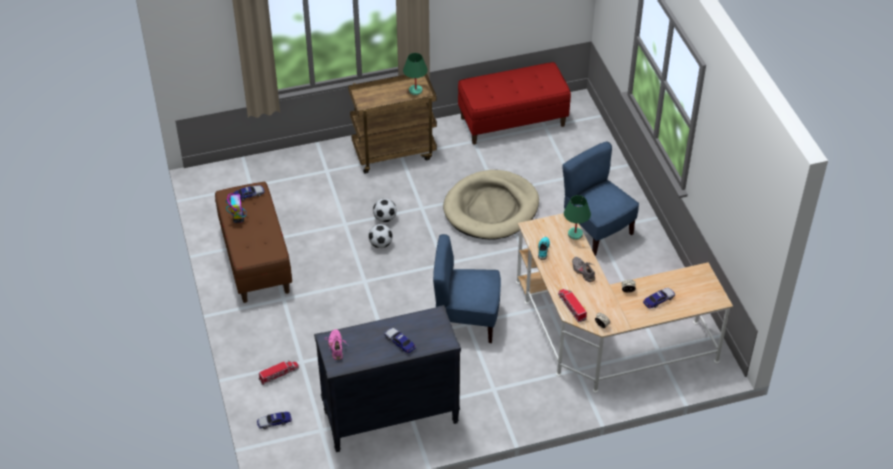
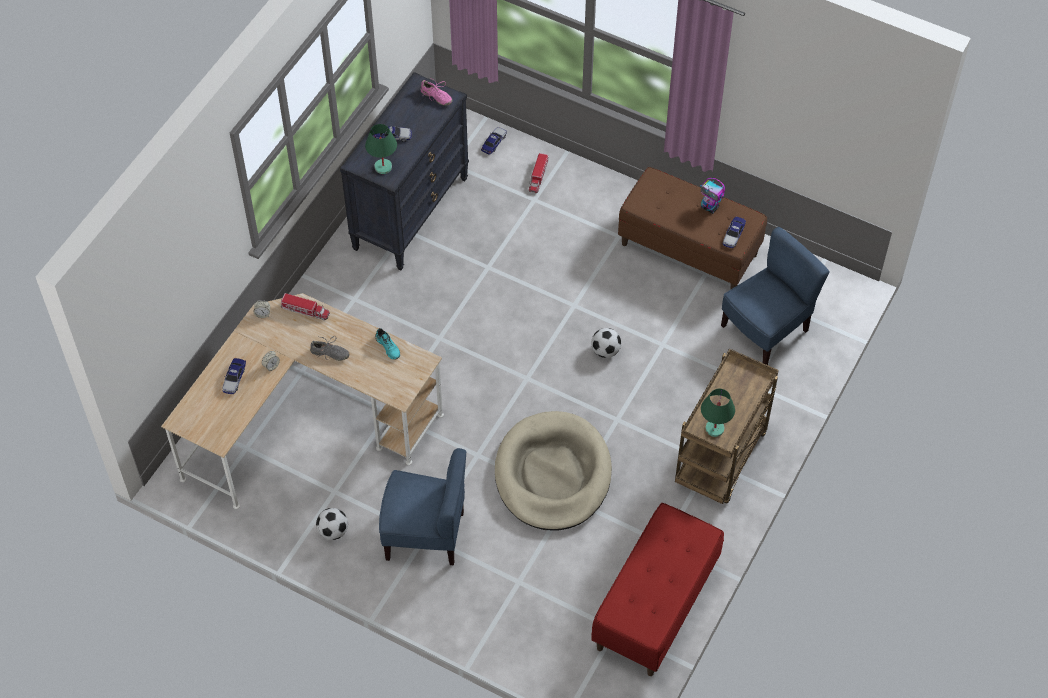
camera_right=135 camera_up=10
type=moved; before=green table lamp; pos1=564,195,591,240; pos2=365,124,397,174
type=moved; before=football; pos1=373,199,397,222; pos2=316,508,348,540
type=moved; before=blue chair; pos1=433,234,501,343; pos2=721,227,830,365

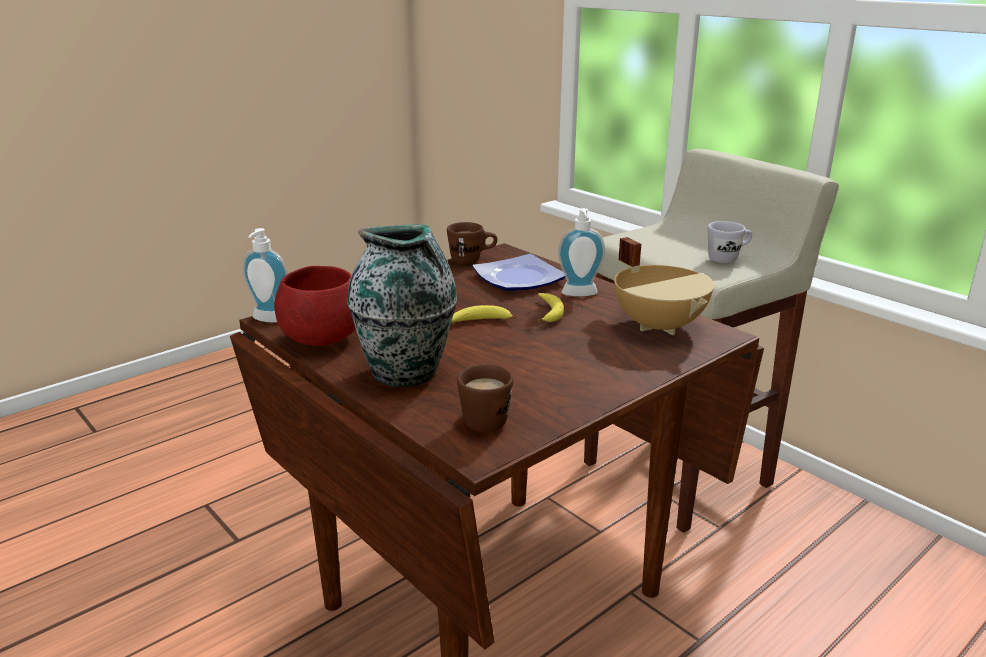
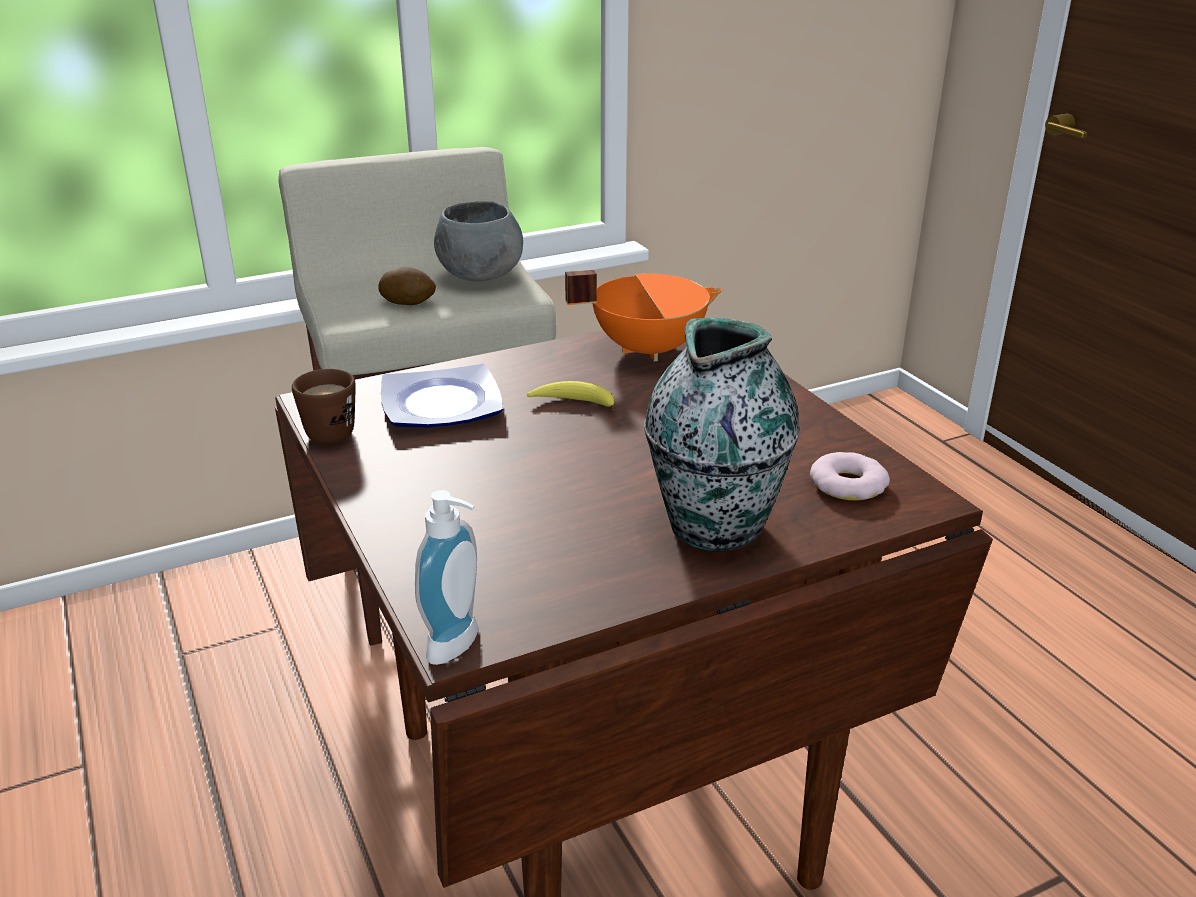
camera_right=-75 camera_up=5
type=removed; before=soap dispenser; pos1=558,208,605,297
type=replaced; before=white mug; after=grey bowl; pos1=708,221,752,263; pos2=434,201,523,281
type=recoloured; before=beige cooking pot; after=orange cooking pot; pos1=614,237,714,335; pos2=565,270,722,361
type=removed; before=red bowl; pos1=274,266,355,346
type=removed; before=banana; pos1=451,305,516,323
type=replaced; before=brown mug; after=donut; pos1=457,364,513,432; pos2=810,452,890,500
type=added; after=potato; pos2=378,267,436,305

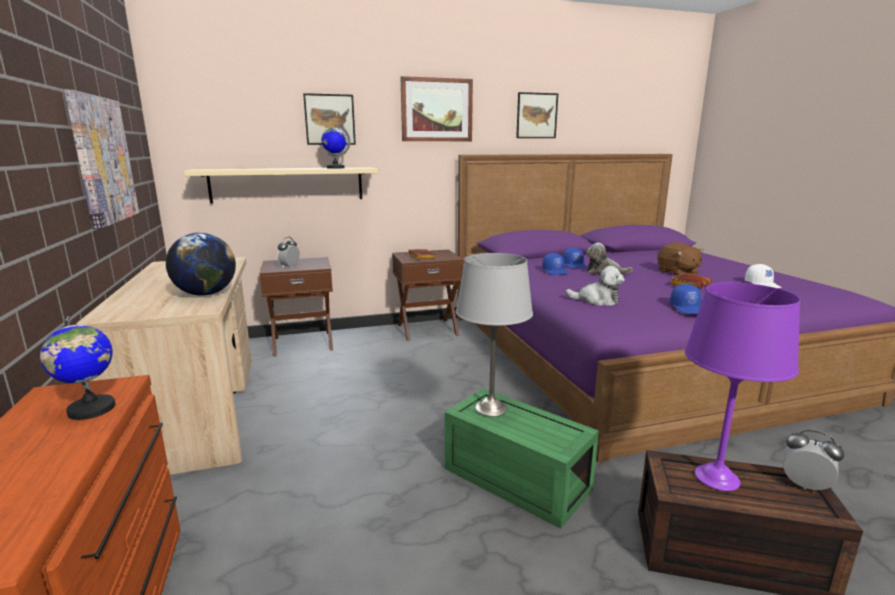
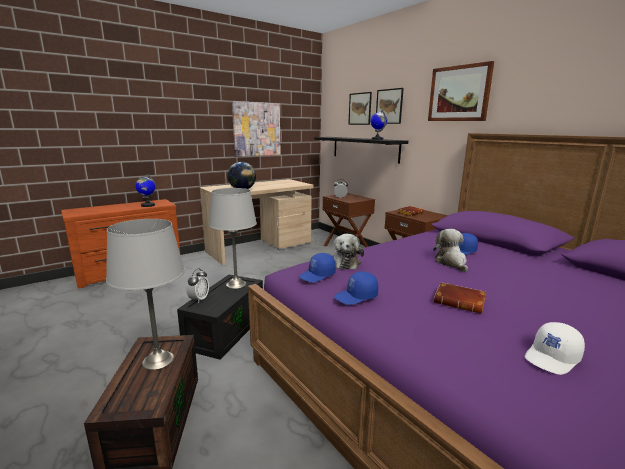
camera_right=70 camera_up=0
type=moved; before=picture; pos1=516,92,558,138; pos2=348,92,372,125
type=recoloured; before=beige shelf; after=black shelf; pos1=184,167,378,204; pos2=314,137,408,164
type=removed; before=brown plush toy; pos1=657,242,703,276
type=moved; before=blue cap; pos1=542,253,569,275; pos2=299,253,336,282
type=recoloured; before=purple table lamp; after=grey table lamp; pos1=685,282,800,491; pos2=106,219,185,370
type=recoloured; before=green storage box; after=black storage box; pos1=445,388,599,529; pos2=177,275,263,360
type=moved; before=alarm clock; pos1=783,430,844,490; pos2=186,268,209,303

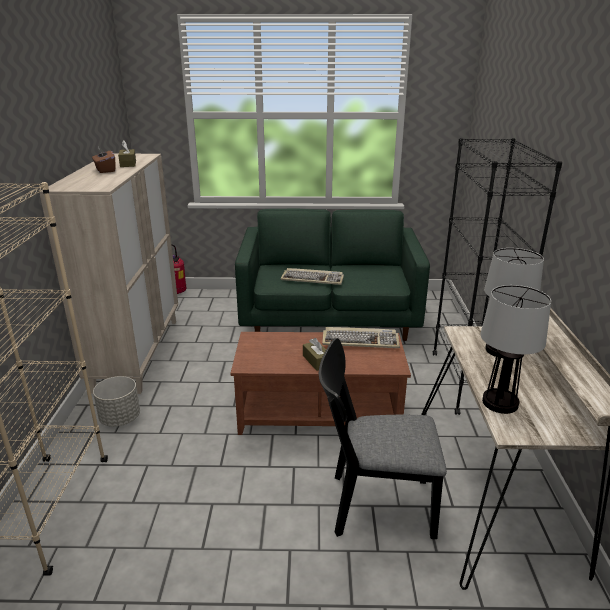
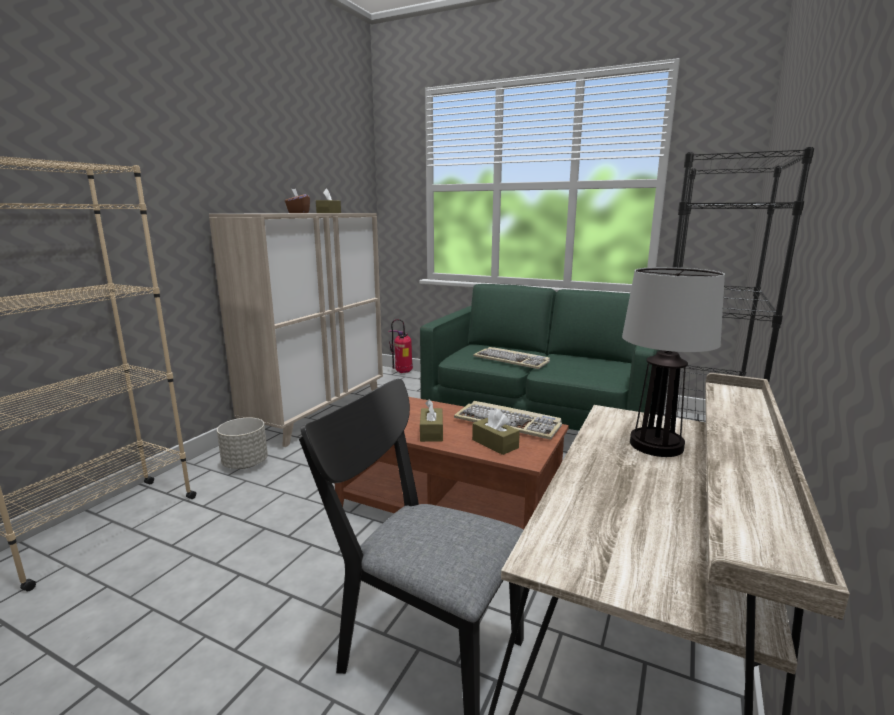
camera_right=25 camera_up=-10
type=removed; before=table lamp; pos1=480,285,551,414
type=added; after=brown tissue box; pos2=472,409,520,455

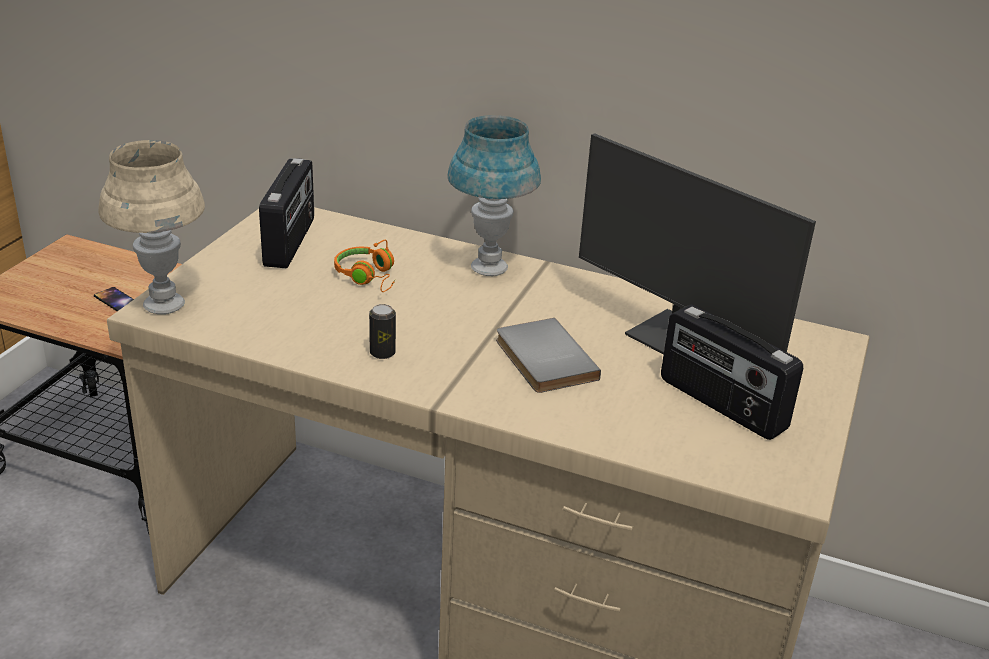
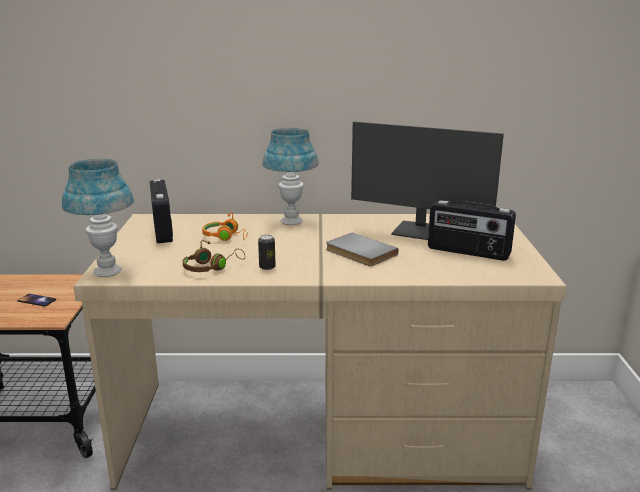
camera_right=-20 camera_up=-10
type=recoloured; before=beige table lamp; after=blue table lamp; pos1=98,140,205,314; pos2=62,159,134,277
type=added; after=brown headphones; pos2=183,240,245,272

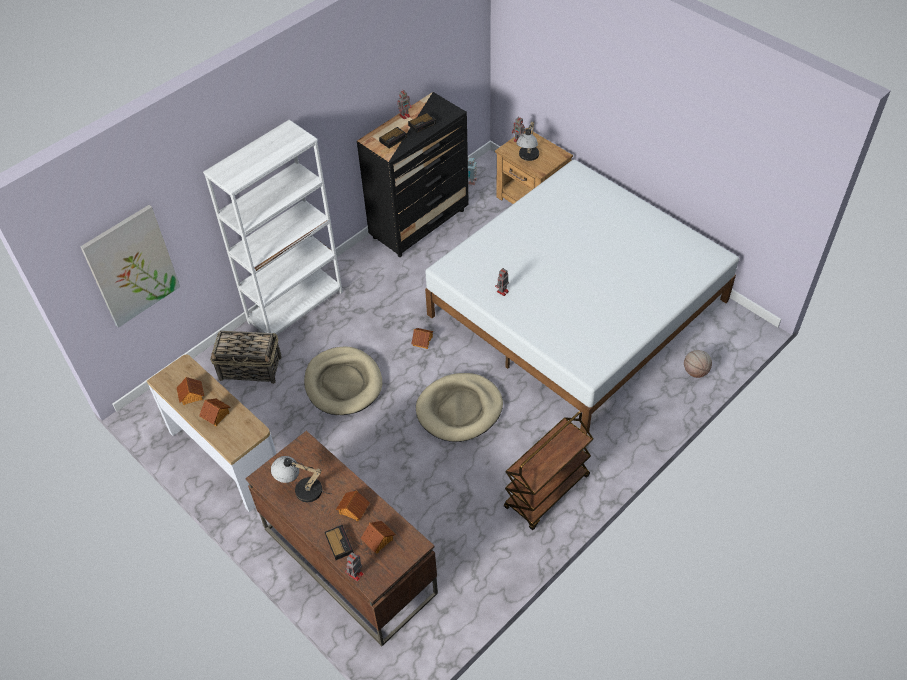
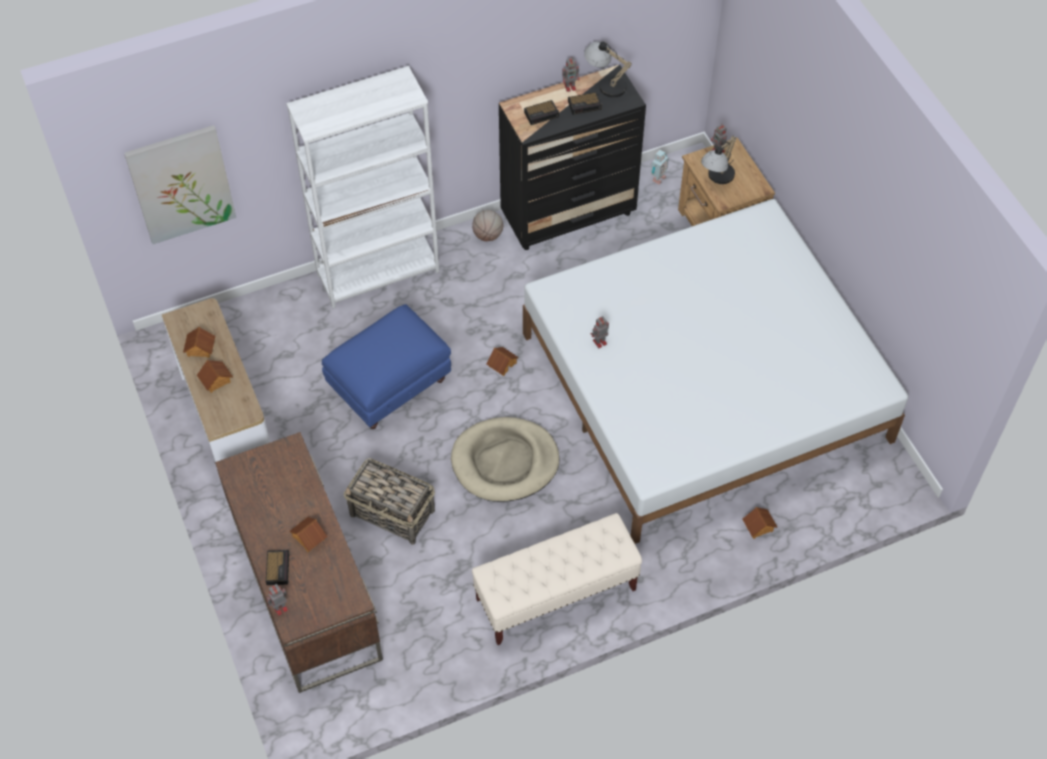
camera_right=20 camera_up=5
type=moved; before=basket; pos1=210,330,282,384; pos2=344,458,435,545
type=replaced; before=beige dog bed; after=blue ottoman; pos1=304,347,382,415; pos2=322,304,451,429
type=moved; before=basketball; pos1=684,350,712,378; pos2=472,210,503,241
type=replaced; before=brown cart; after=beige bench; pos1=504,411,593,530; pos2=472,513,642,645
type=moved; before=table lamp; pos1=271,456,331,502; pos2=584,42,634,98
type=moved; before=toy house; pos1=361,521,396,554; pos2=742,507,777,539

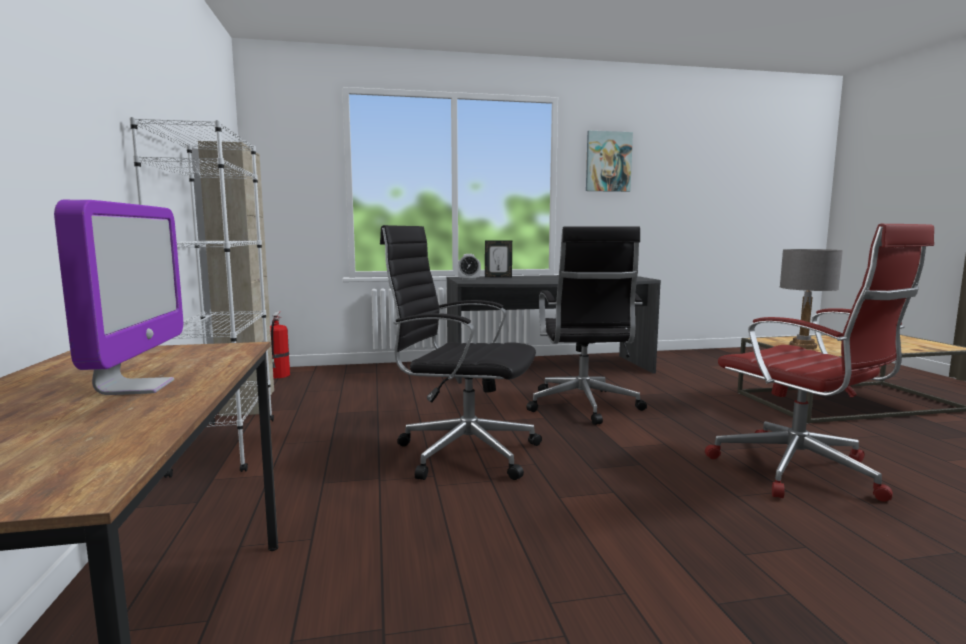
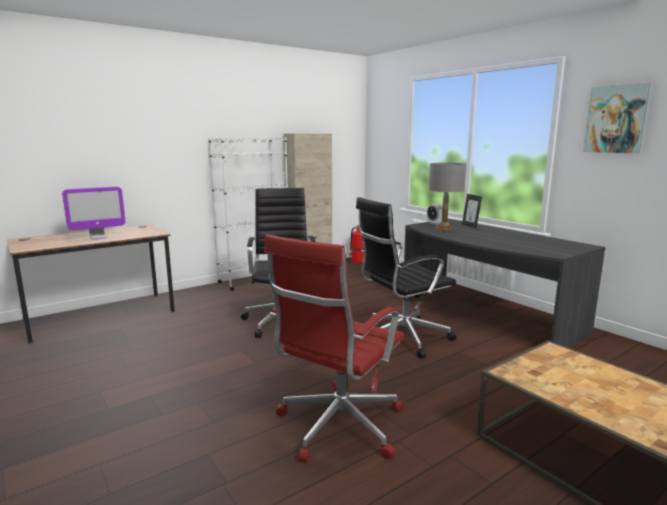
camera_right=65 camera_up=5
type=moved; before=grey table lamp; pos1=780,249,843,349; pos2=429,163,466,232

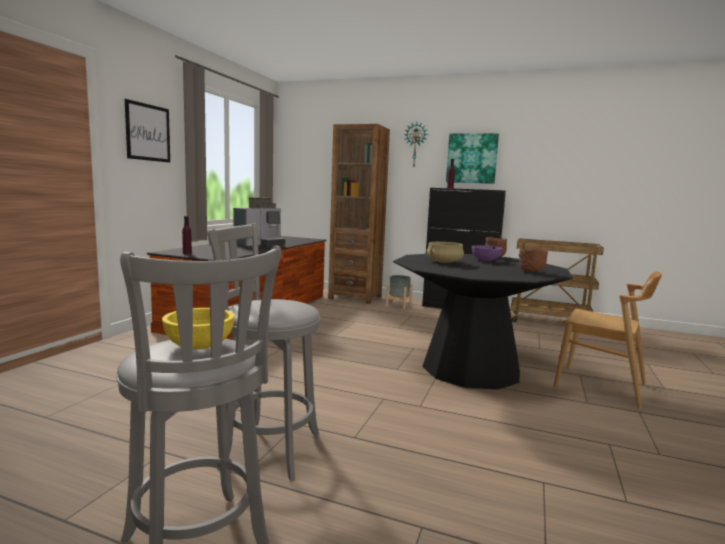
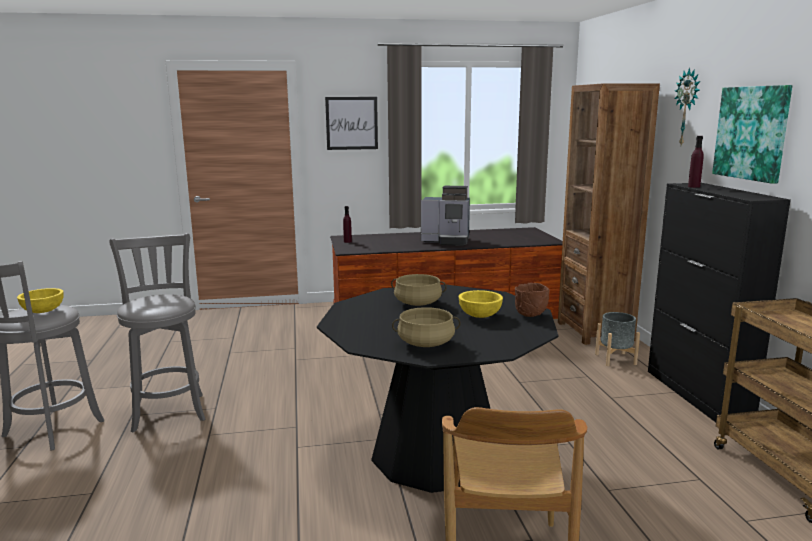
camera_right=60 camera_up=5
type=recoloured; before=purple bowl; after=yellow bowl; pos1=472,245,503,261; pos2=459,290,503,318
type=replaced; before=brown bowl; after=beige cooking pot; pos1=519,248,548,272; pos2=392,307,461,347

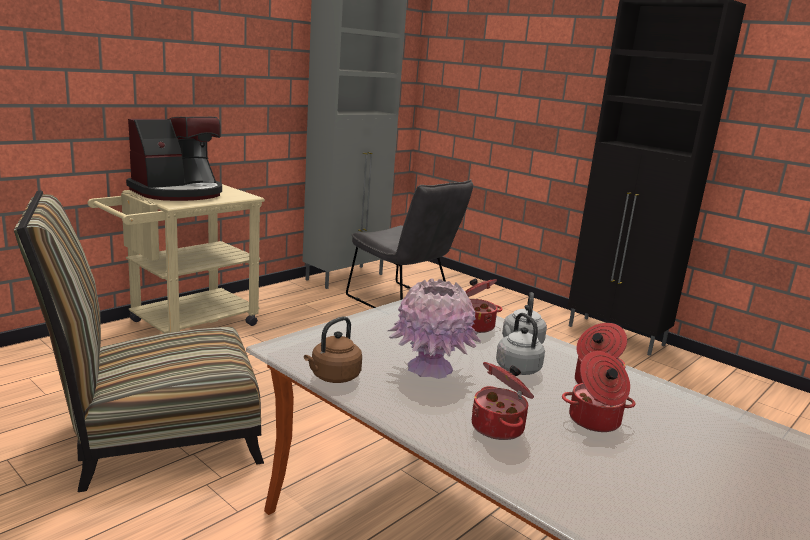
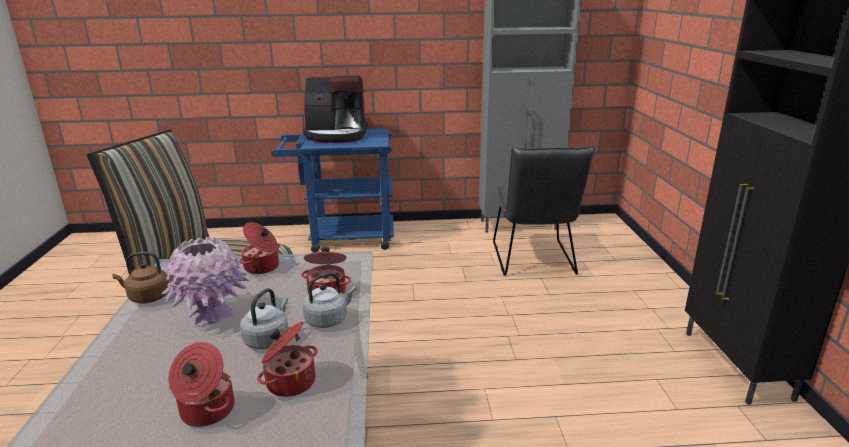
camera_right=45 camera_up=5
type=recoloured; before=beige cart; after=blue cart; pos1=88,184,265,333; pos2=271,128,394,252
type=moved; before=cooking pot; pos1=472,362,534,440; pos2=239,222,280,274

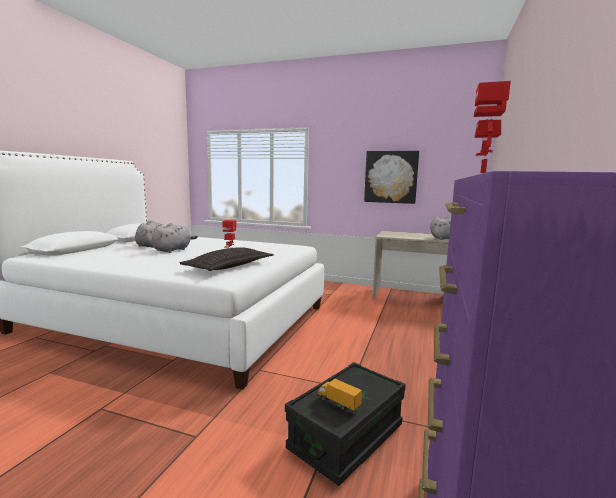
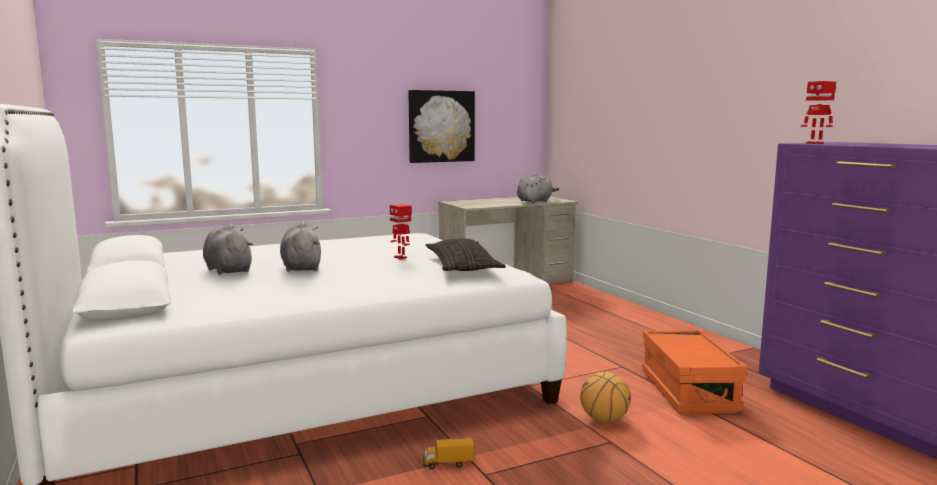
camera_right=-45 camera_up=0
type=recoloured; before=black storage box; after=orange storage box; pos1=285,362,406,486; pos2=642,330,747,414
type=moved; before=toy truck; pos1=317,379,362,411; pos2=423,438,474,469
type=added; after=basketball; pos2=580,372,631,423

